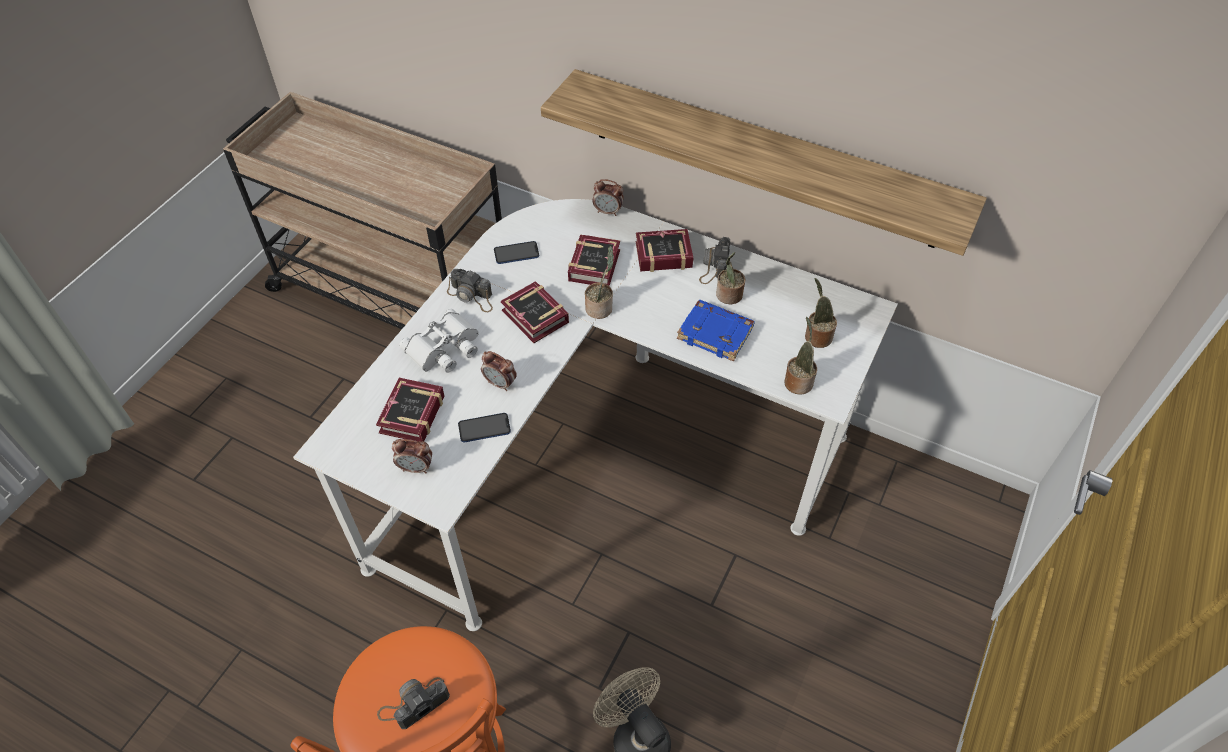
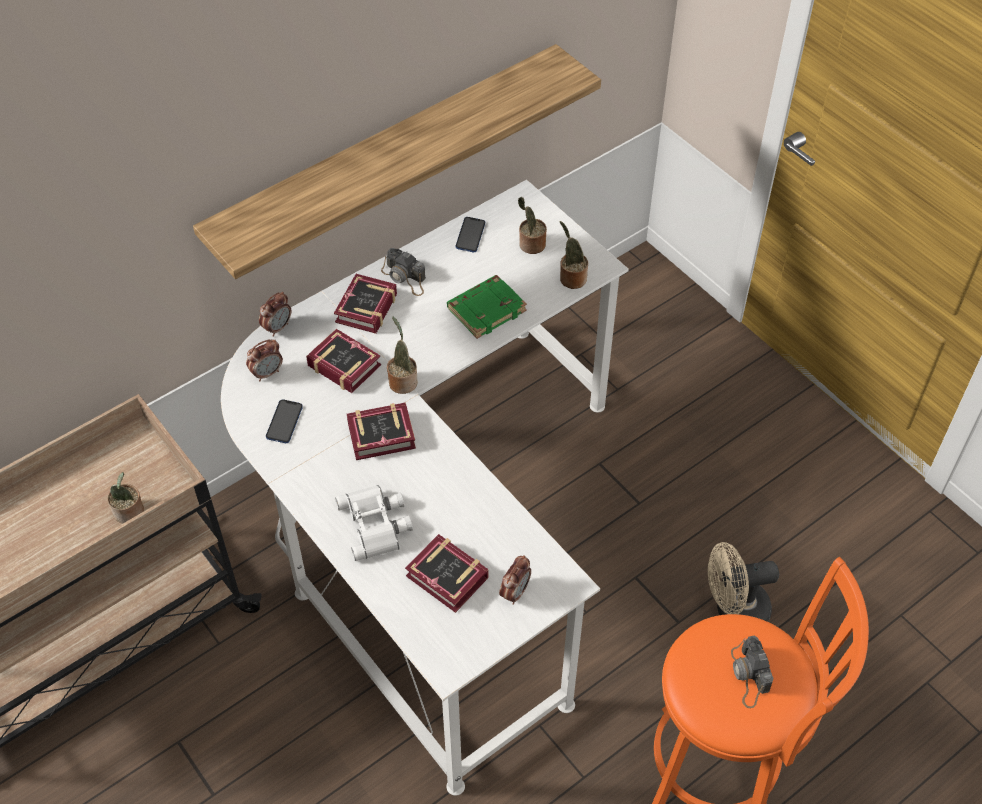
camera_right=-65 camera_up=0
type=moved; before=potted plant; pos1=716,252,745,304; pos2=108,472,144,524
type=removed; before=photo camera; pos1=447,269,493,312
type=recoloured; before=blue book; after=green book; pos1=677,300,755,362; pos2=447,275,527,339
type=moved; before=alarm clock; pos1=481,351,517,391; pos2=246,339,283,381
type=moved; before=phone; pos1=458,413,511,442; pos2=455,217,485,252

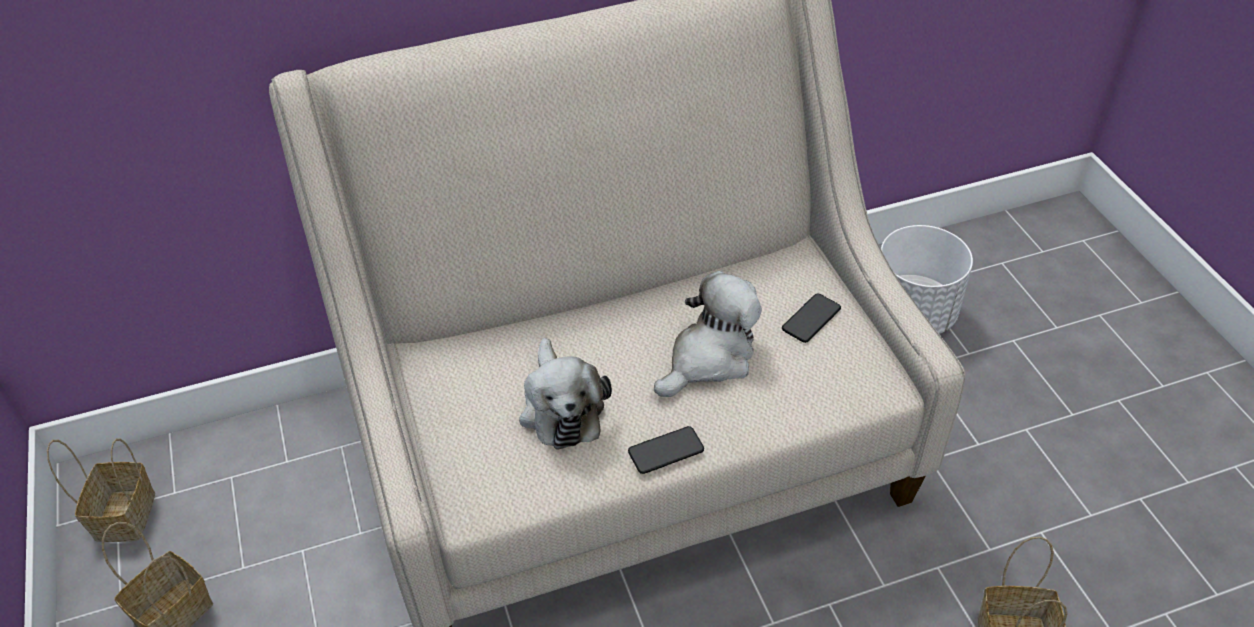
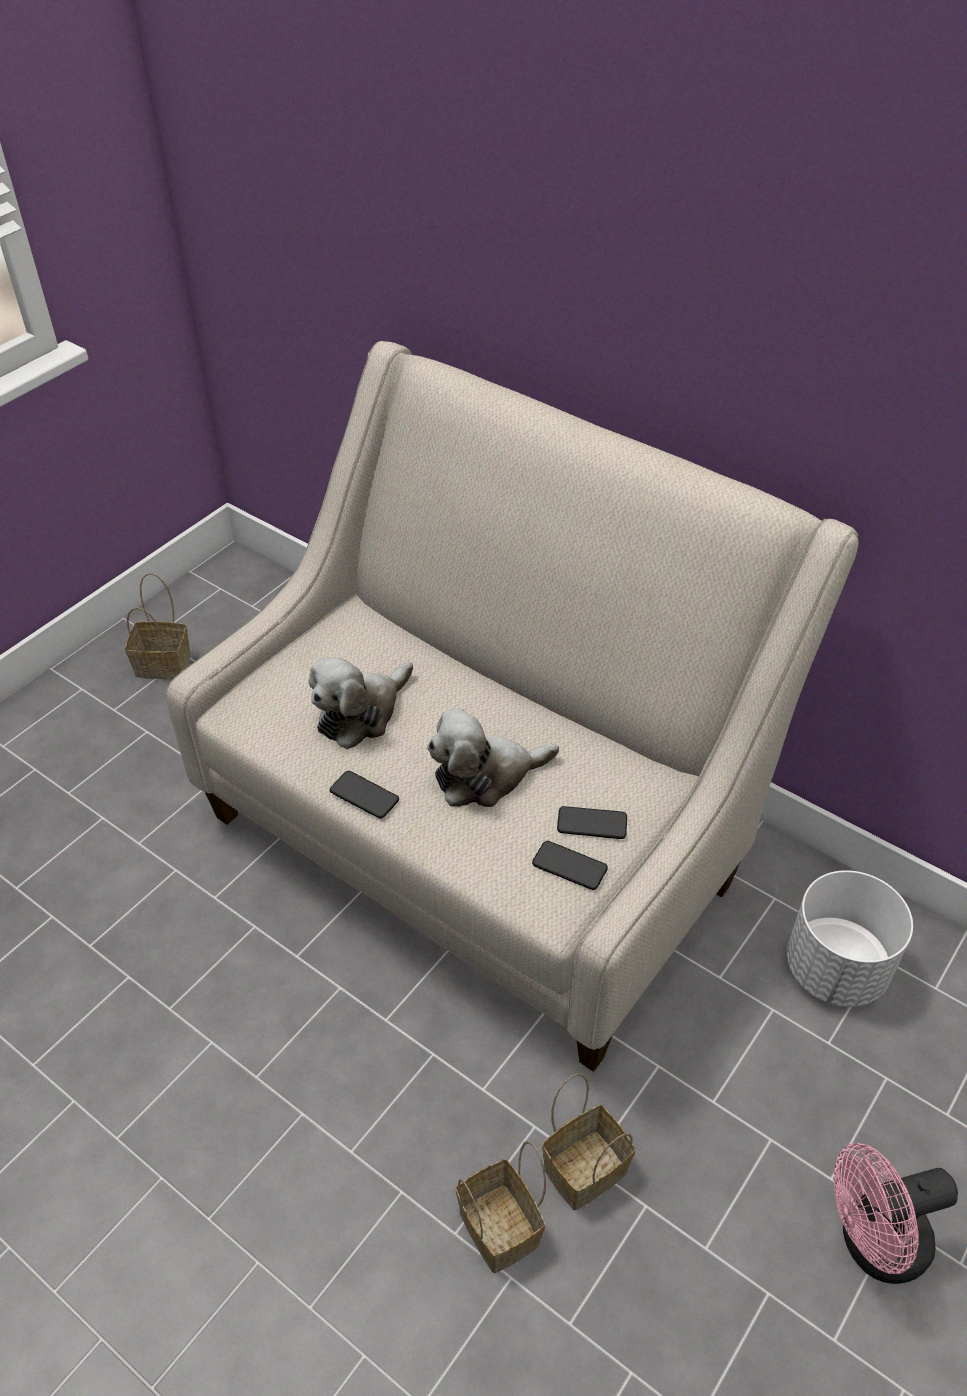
camera_right=55 camera_up=0
type=turned; before=plush toy; pos1=654,271,762,397; pos2=427,709,559,807; turn=150
type=moved; before=basket; pos1=47,439,155,542; pos2=542,1073,636,1210
type=added; after=phone; pos2=532,841,608,890
type=added; after=pink fan; pos2=834,1143,958,1284

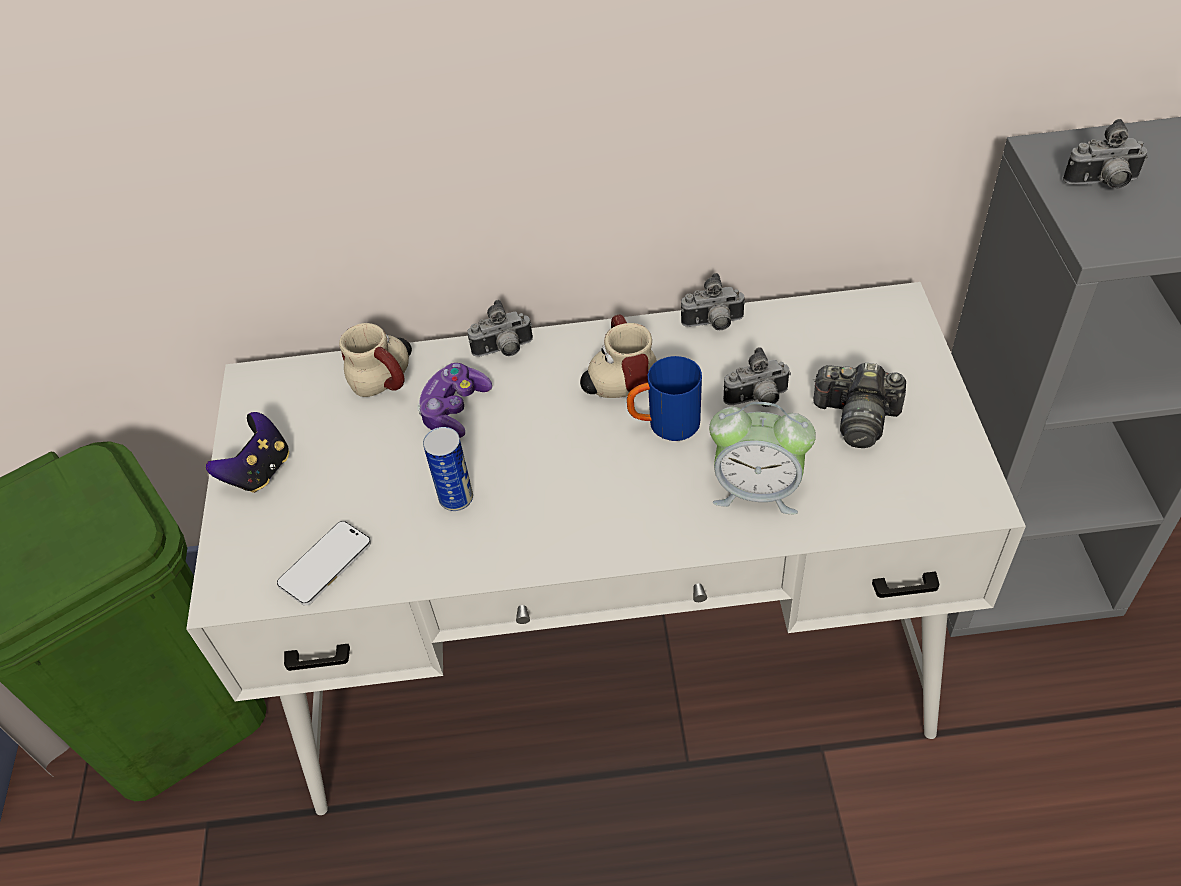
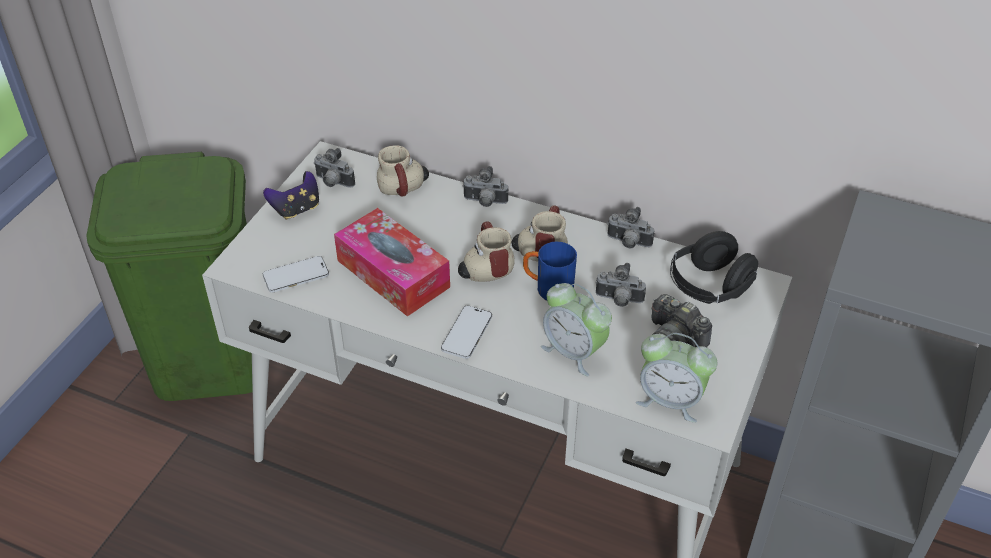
camera_right=25 camera_up=-5
type=moved; before=photo camera; pos1=1063,119,1148,189; pos2=314,148,355,188
type=removed; before=game controller; pos1=417,363,492,438
type=replaced; before=can; after=tissue box; pos1=423,427,473,511; pos2=334,208,450,316
type=added; after=mug; pos2=458,221,515,282
type=added; after=black headphones; pos2=670,231,758,304
type=added; after=phone; pos2=441,305,492,359
type=added; after=alarm clock; pos2=636,333,717,423

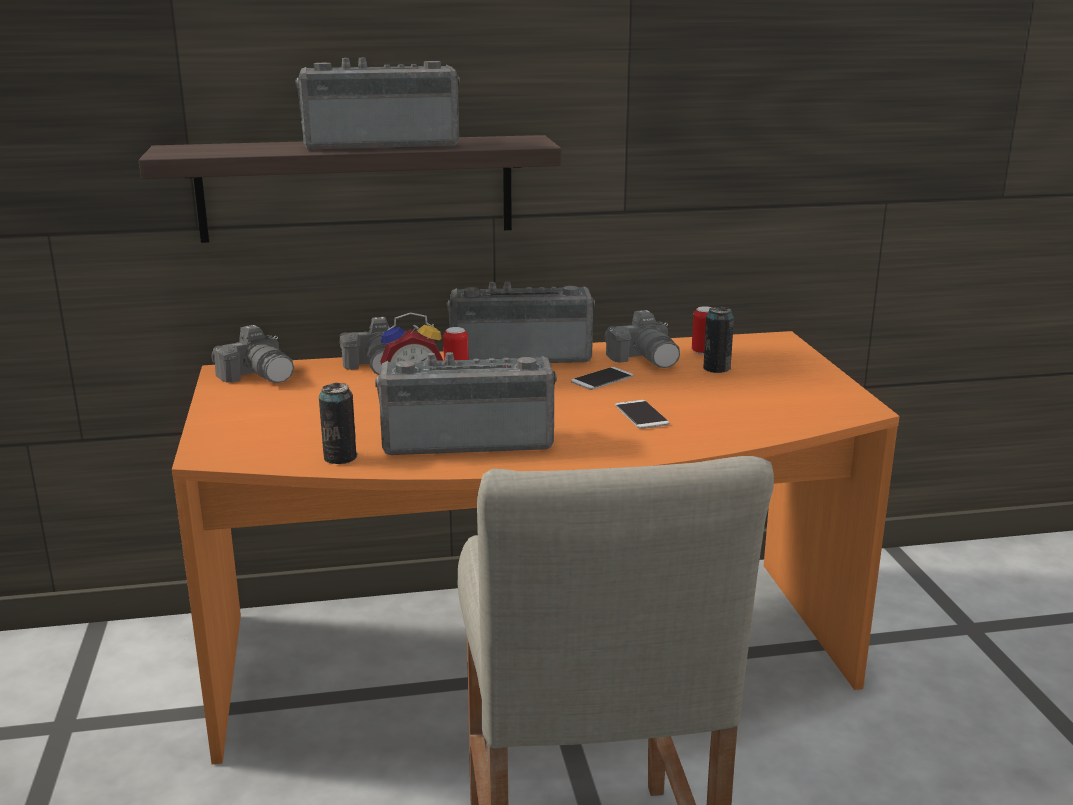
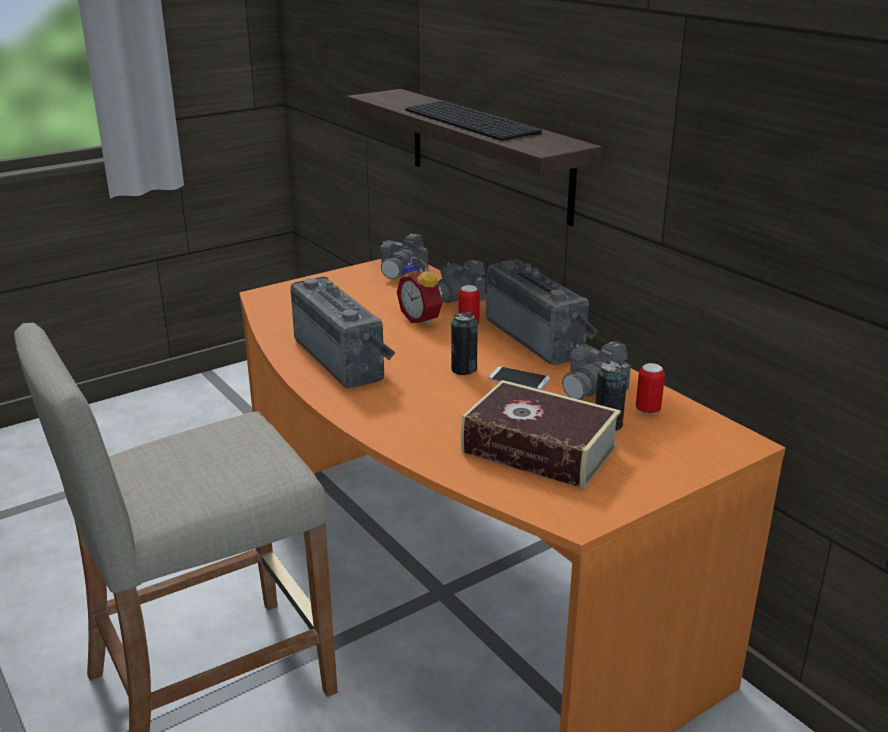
camera_right=65 camera_up=5
type=replaced; before=radio; after=keyboard; pos1=295,58,460,151; pos2=405,101,542,141
type=moved; before=can; pos1=319,383,357,464; pos2=451,312,478,375
type=removed; before=phone; pos1=615,400,670,429
type=added; after=book; pos2=461,380,621,489

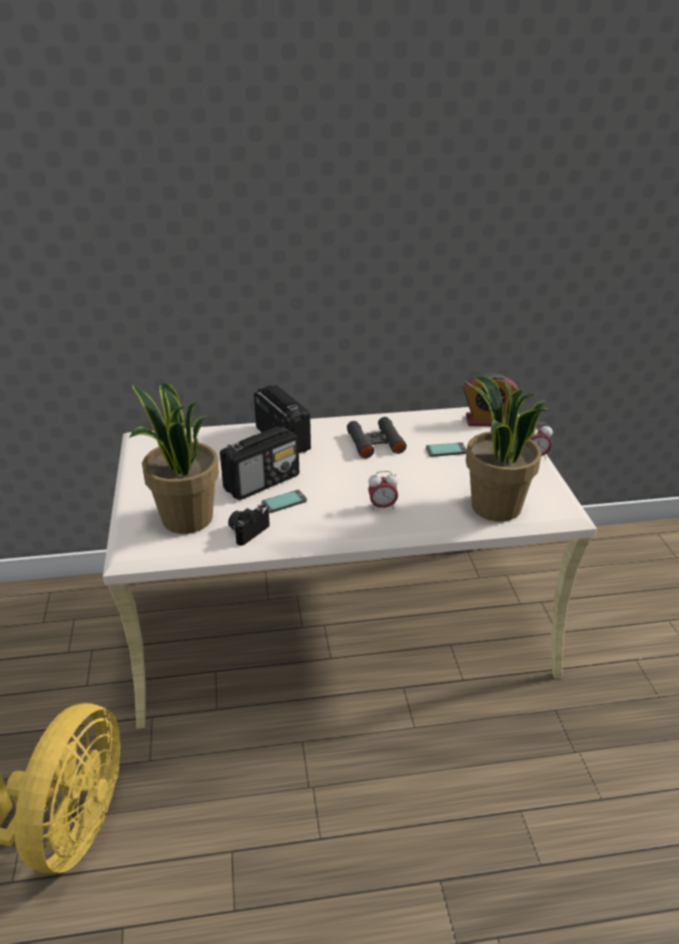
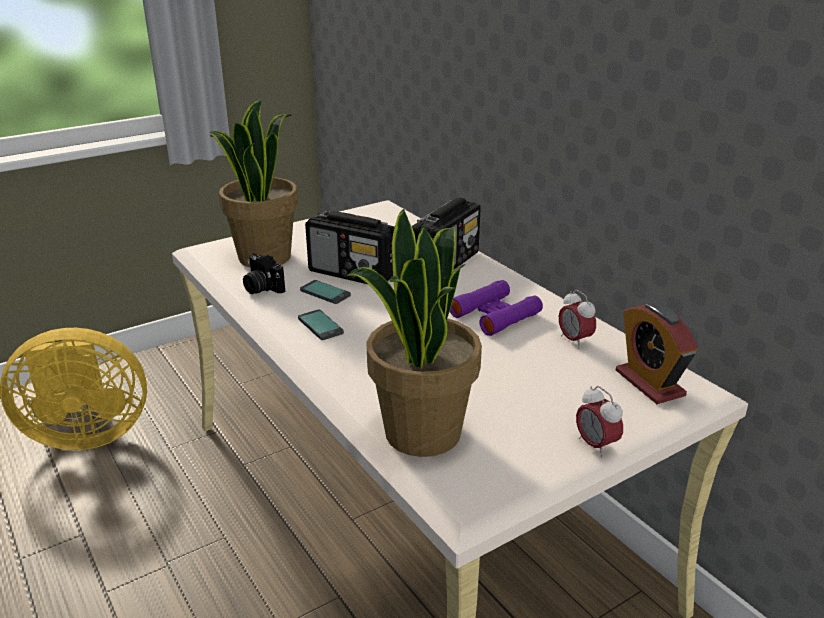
camera_right=65 camera_up=-5
type=recoloured; before=black binoculars; after=purple binoculars; pos1=347,417,406,458; pos2=450,280,543,336
type=moved; before=phone; pos1=426,442,467,457; pos2=298,309,344,340
type=moved; before=alarm clock; pos1=368,471,399,510; pos2=559,290,596,348
type=turned; before=photo camera; pos1=228,504,270,546; pos2=243,253,285,294; turn=-150

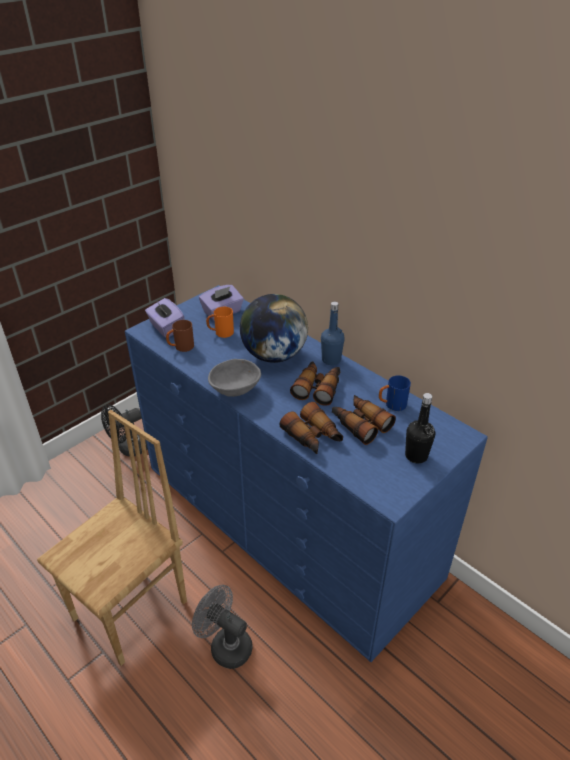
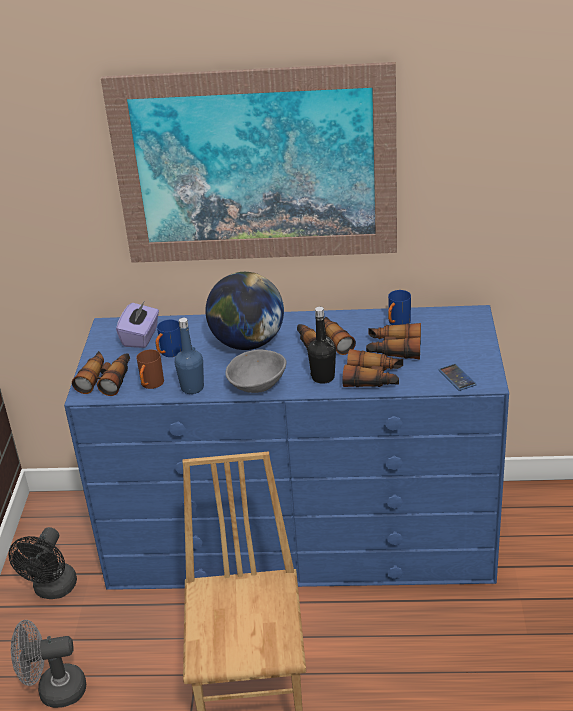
camera_right=-40 camera_up=-5
type=replaced; before=purple tissue box; after=binoculars; pos1=145,298,184,338; pos2=72,351,130,396
type=moved; before=blue bottle; pos1=321,301,345,365; pos2=175,318,204,394
type=recoloured; before=orange mug; after=blue mug; pos1=206,307,234,338; pos2=156,320,182,357
type=moved; before=black bottle; pos1=405,393,435,464; pos2=307,307,336,384
type=moved; before=grey fan; pos1=192,585,252,669; pos2=11,620,86,708
type=added; after=picture; pos2=101,62,397,263
type=added; after=phone; pos2=438,364,477,391

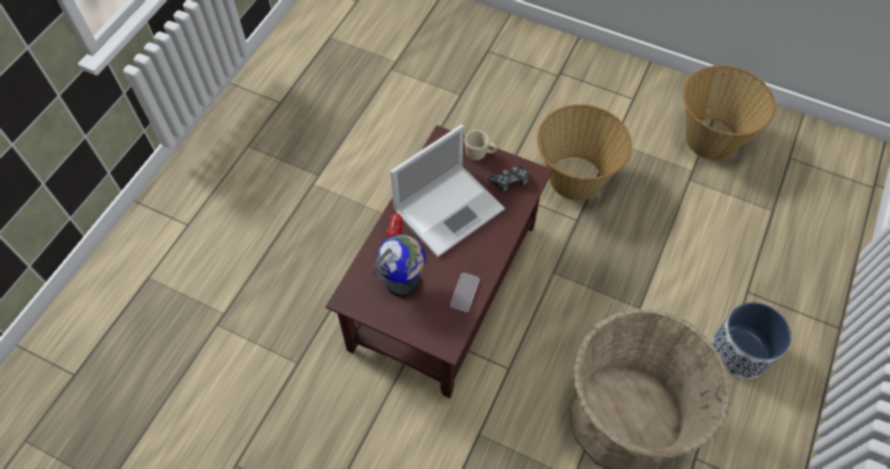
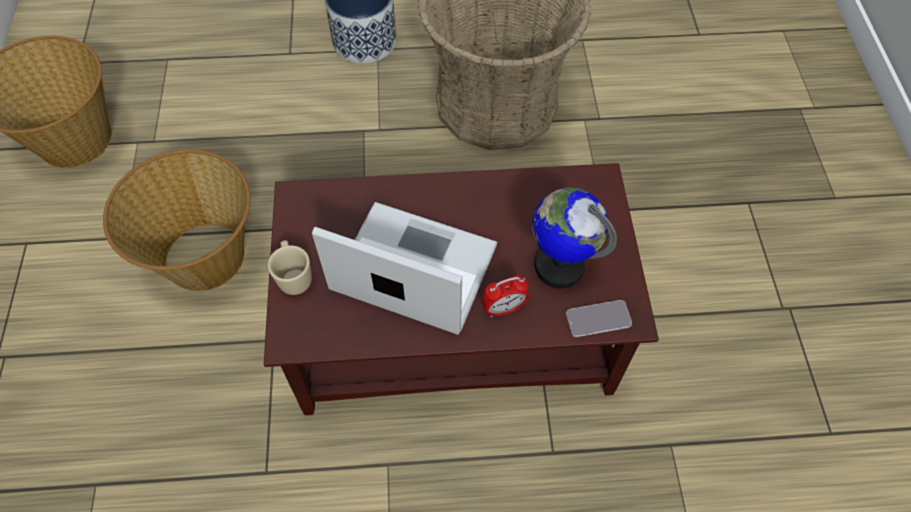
camera_right=-120 camera_up=0
type=removed; before=game controller; pos1=488,166,528,192
type=moved; before=phone; pos1=450,273,479,312; pos2=566,300,632,337

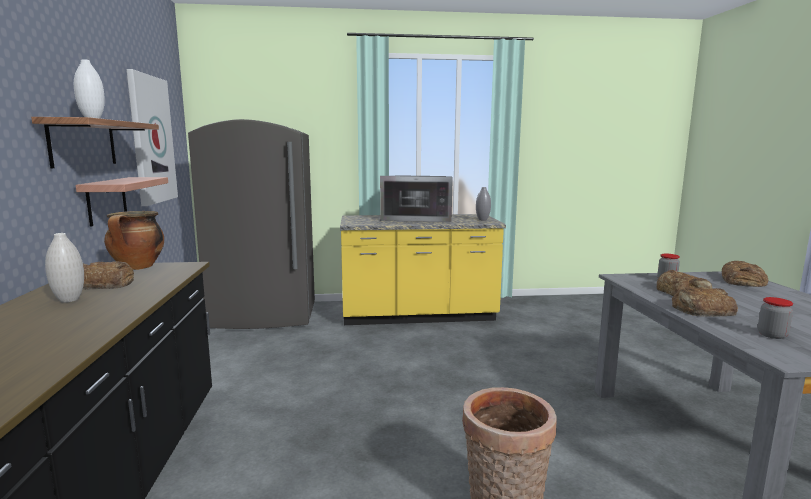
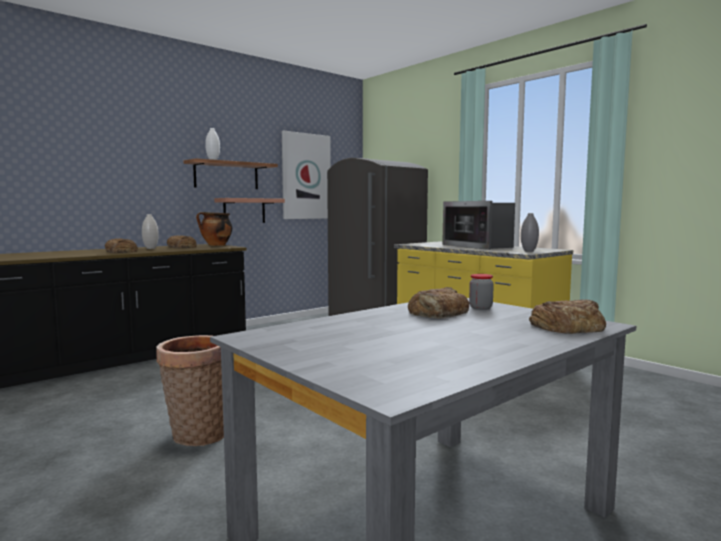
camera_right=55 camera_up=-5
type=moved; before=bread; pos1=672,287,738,317; pos2=105,238,138,253
type=removed; before=jar; pos1=758,297,793,339

